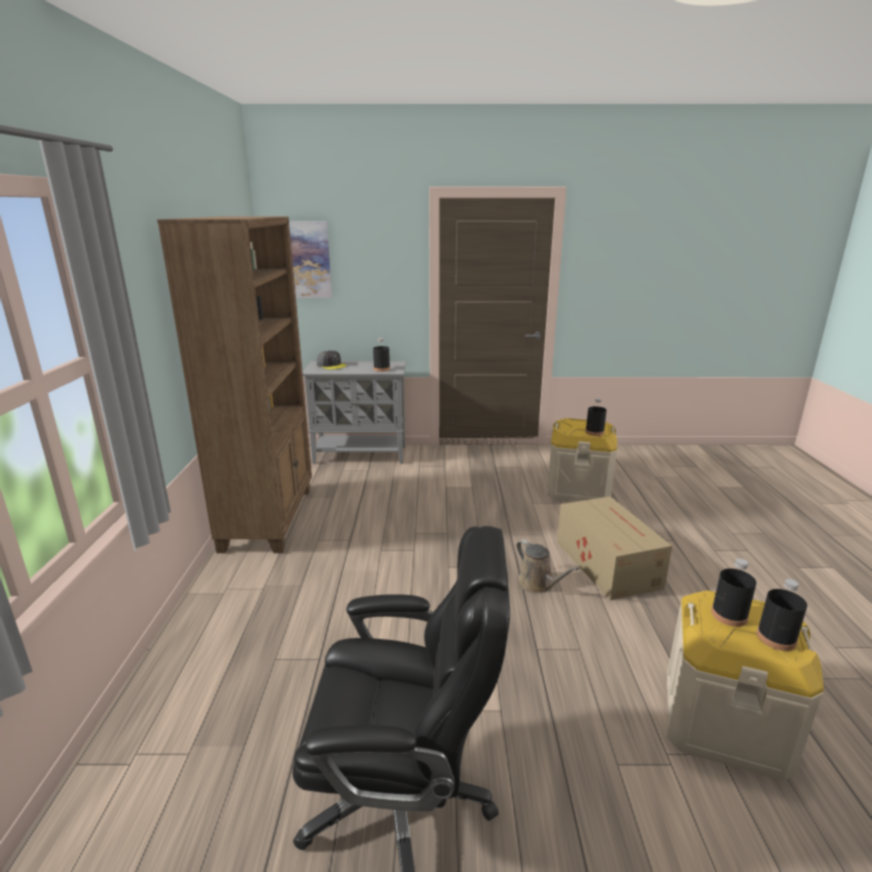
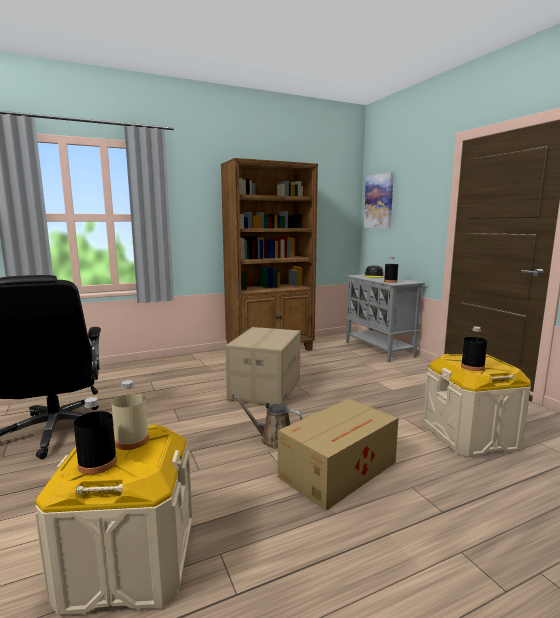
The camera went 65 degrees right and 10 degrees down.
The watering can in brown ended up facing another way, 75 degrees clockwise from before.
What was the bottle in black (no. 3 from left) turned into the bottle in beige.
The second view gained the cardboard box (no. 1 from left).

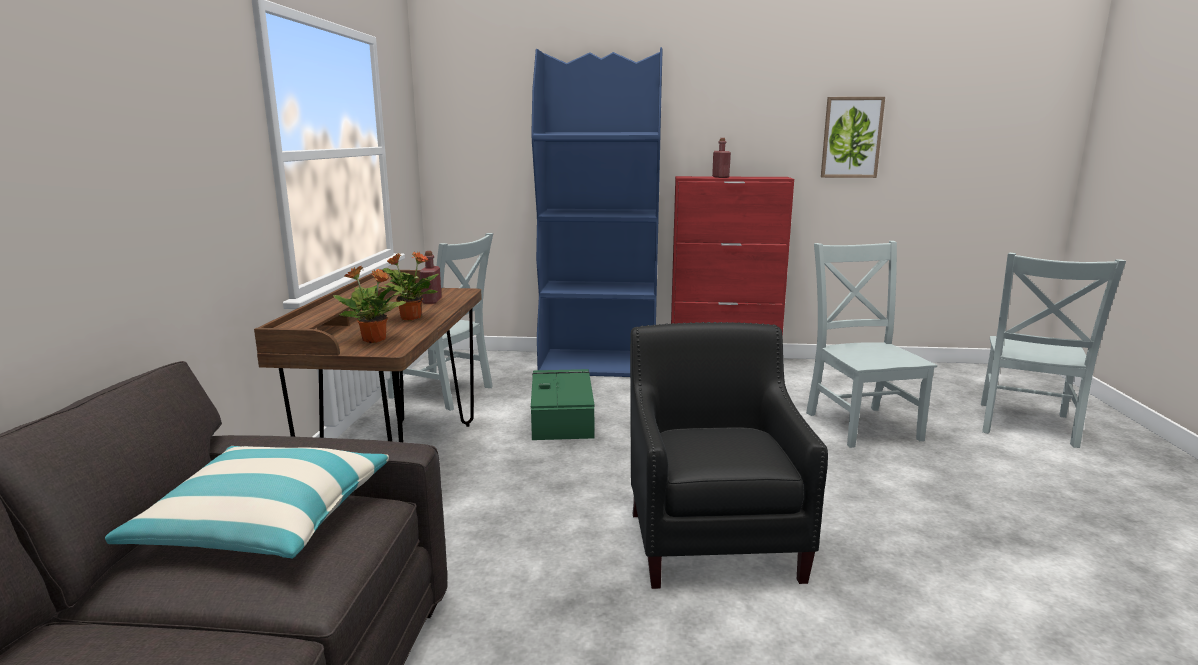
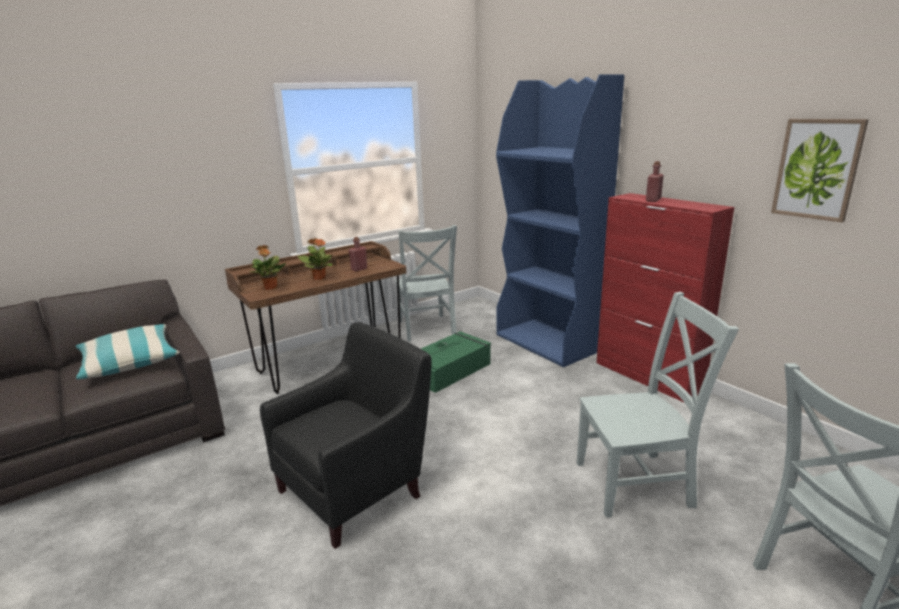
The camera went 50 degrees right and 5 degrees up.
The chair in grey (no. 2 from left) ended up facing another way, 45 degrees clockwise from before.

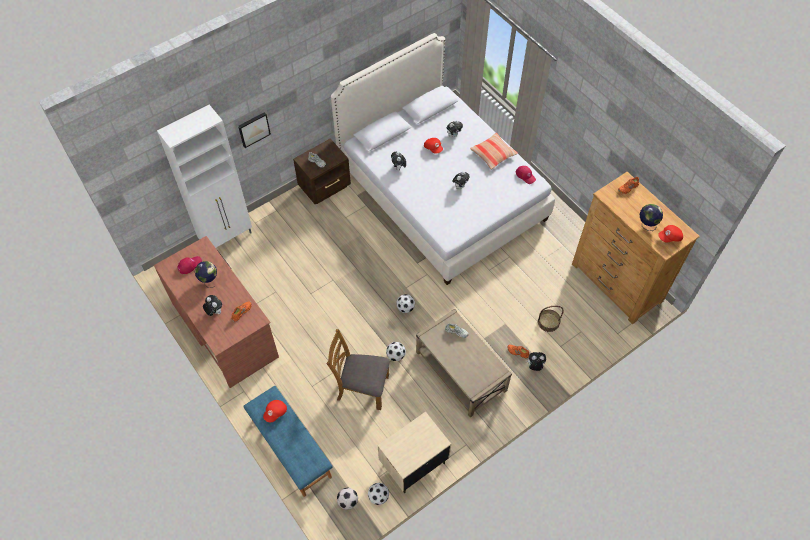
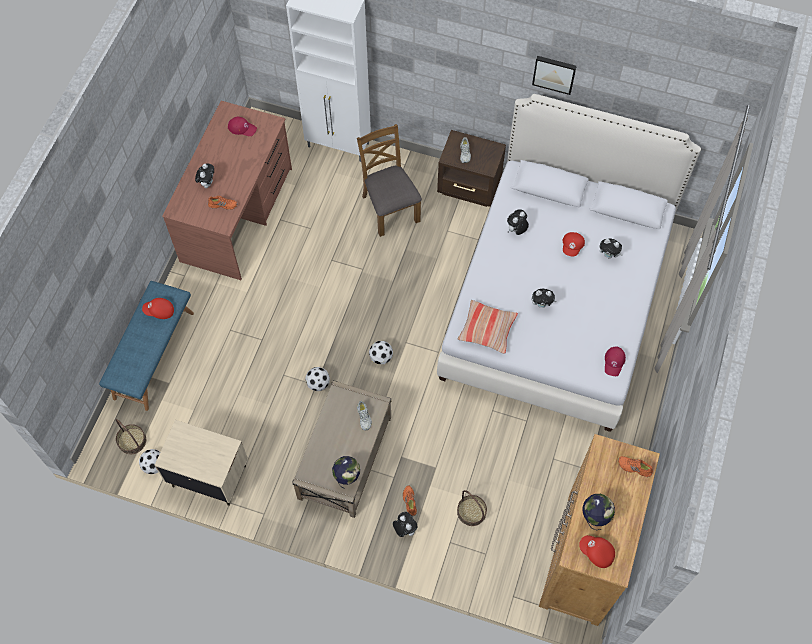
The camera went 55 degrees right and 5 degrees up.
The picture ended up elsewhere.
The pillow ended up elsewhere.
The globe (no. 1 from left) ended up elsewhere.
The chair in brown ended up elsewhere.
Where the football (no. 1 from left) stood, the basket (no. 1 from left) came to stand.

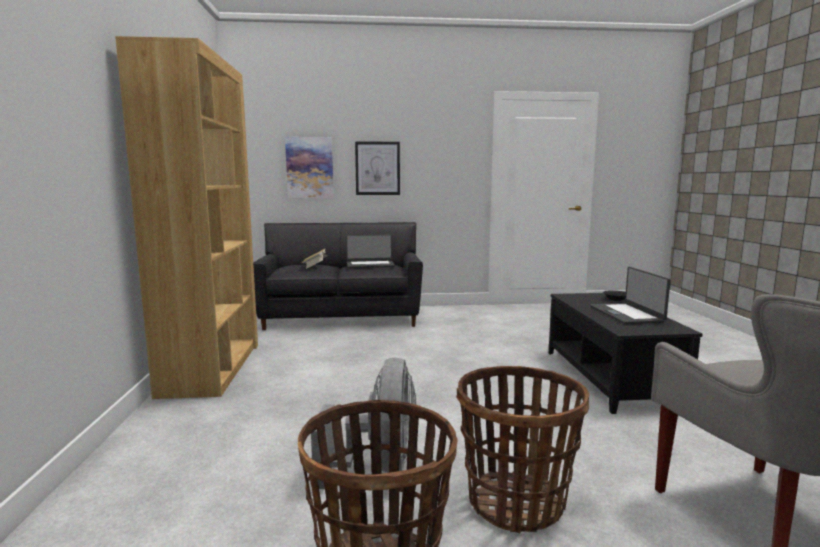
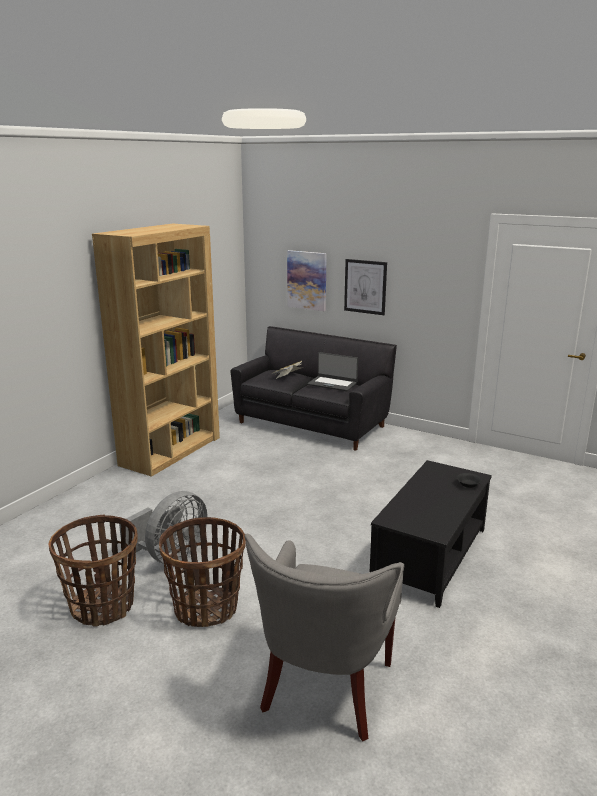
The camera went 35 degrees right and 10 degrees up.
The second view lost the laptop (no. 2 from left).

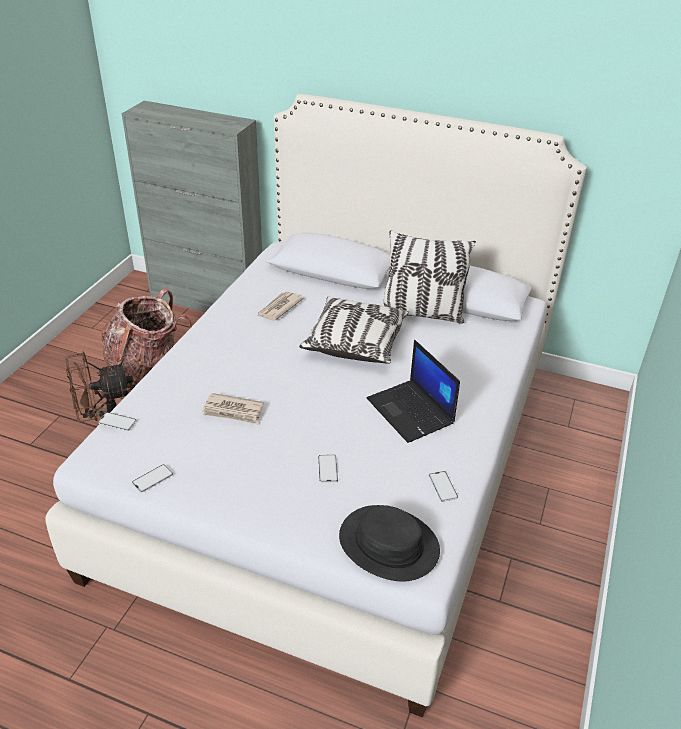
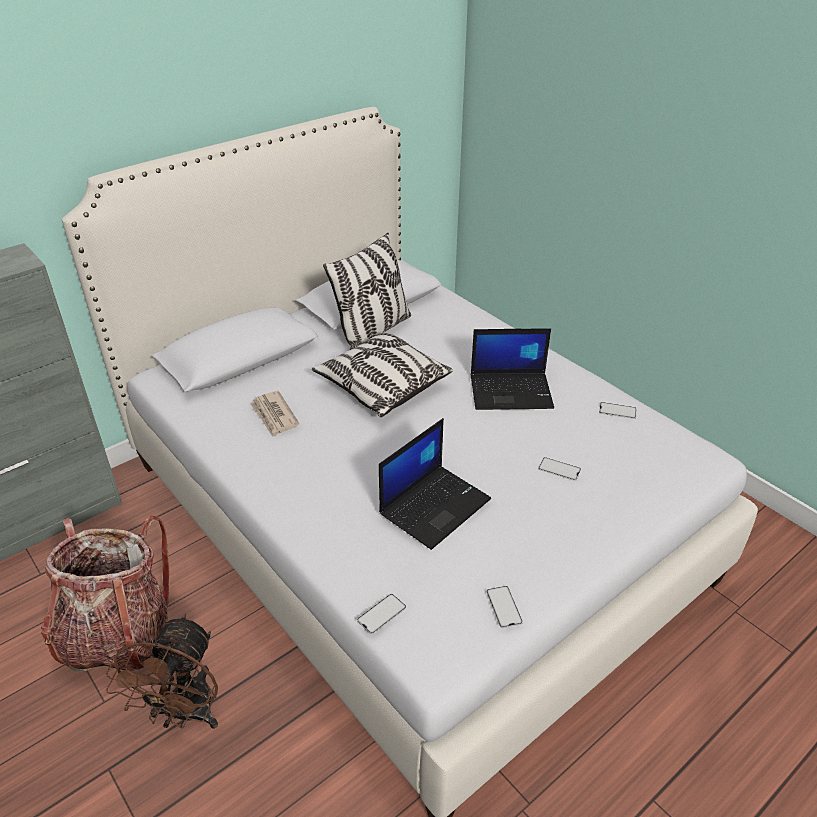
The camera went 60 degrees left and 0 degrees up.
Where the newspaper (no. 1 from left) stood, the laptop (no. 1 from left) came to stand.
The second view lost the hat in black.

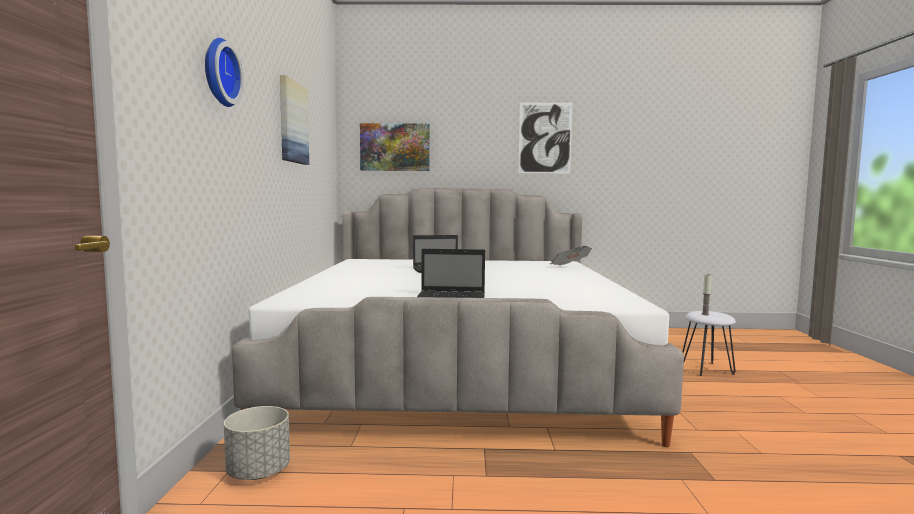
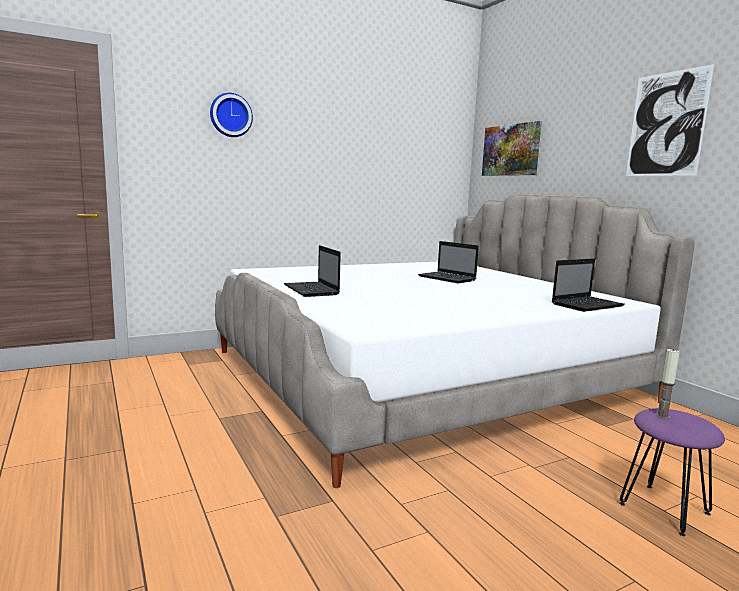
The camera went 60 degrees right and 5 degrees up.
The second view lost the picture (no. 1 from left).
Where the newspaper stood, the laptop (no. 3 from left) came to stand.
What was the stool in white turned into the stool in purple.
The second view lost the planter in grey.

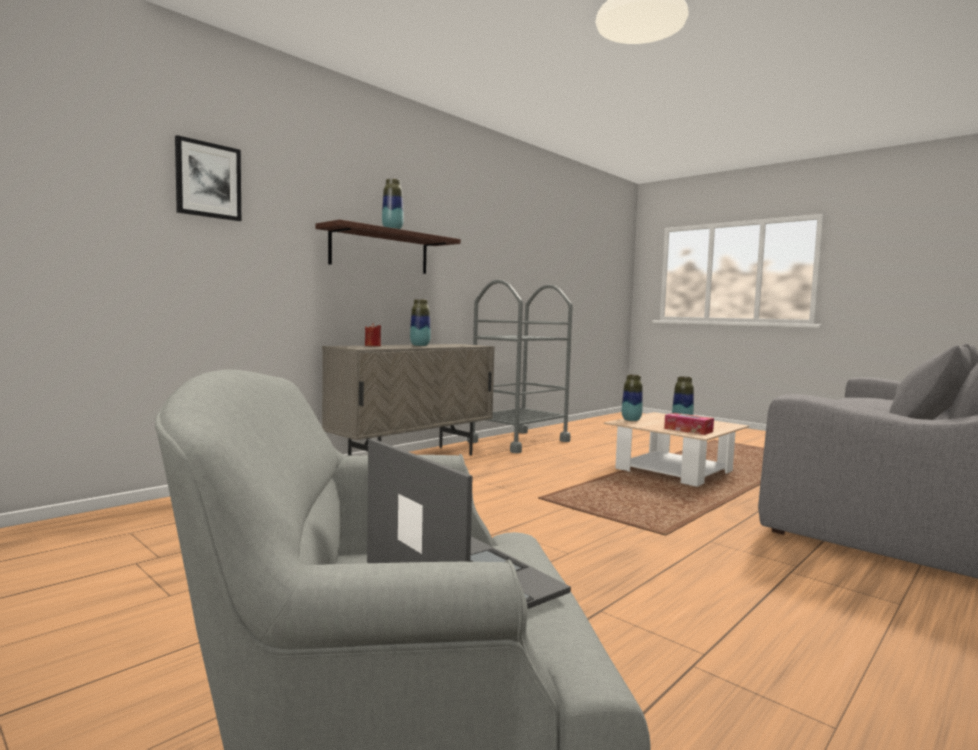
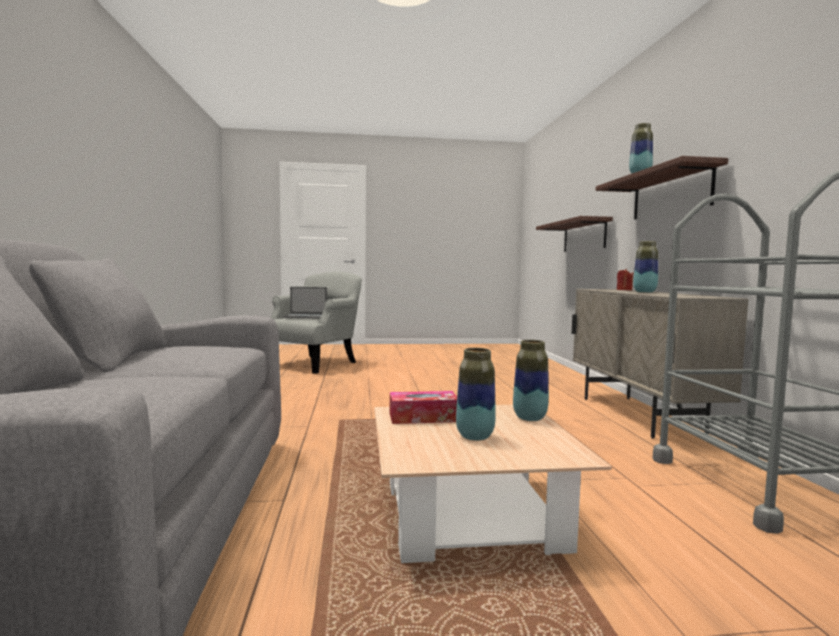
The camera went 130 degrees right and 0 degrees up.
The second view lost the picture.
The second view gained the shelf (no. 1 from left).

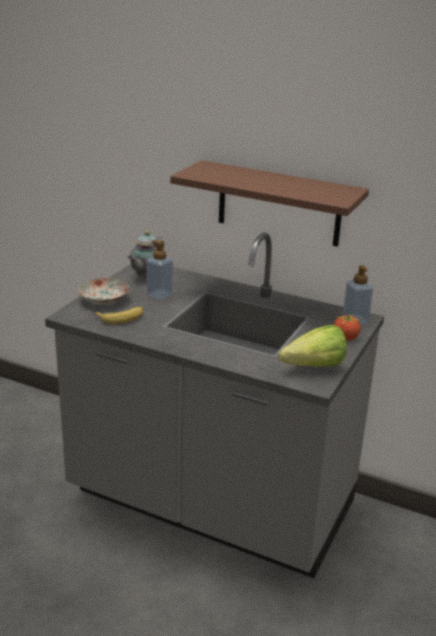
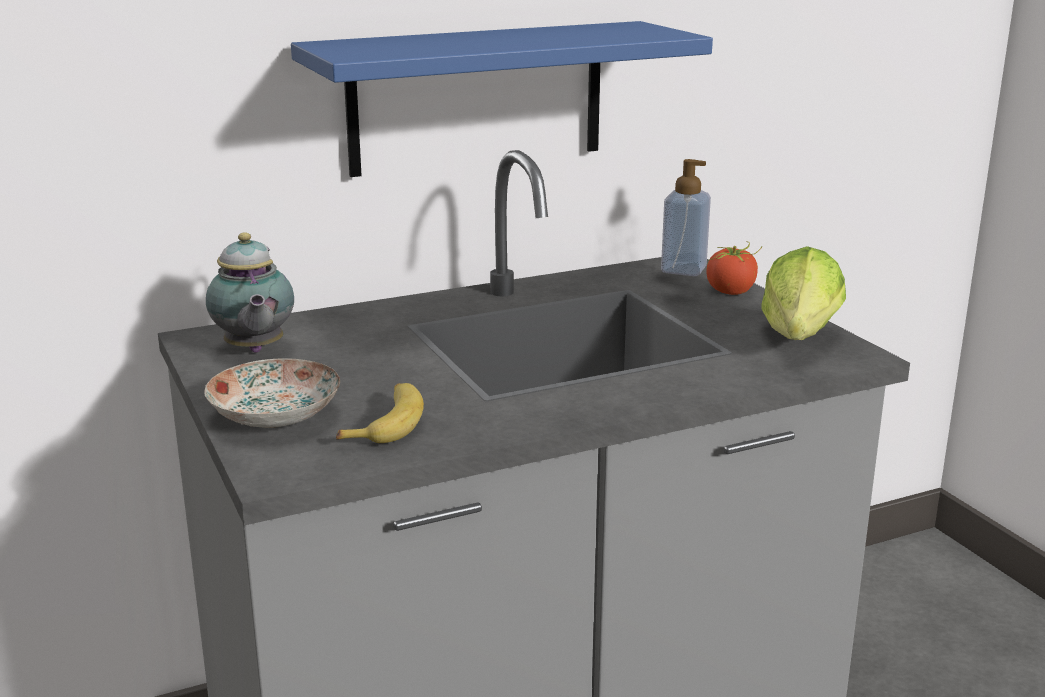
The camera went 50 degrees left and 5 degrees down.
What was the shelf in brown turned into the shelf in blue.
The second view lost the soap dispenser (no. 1 from left).

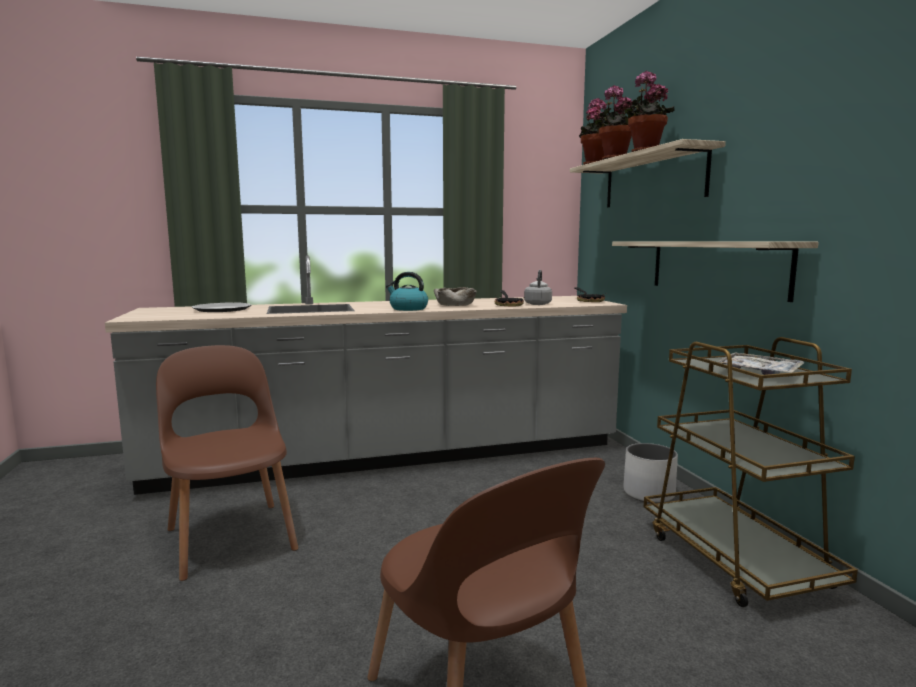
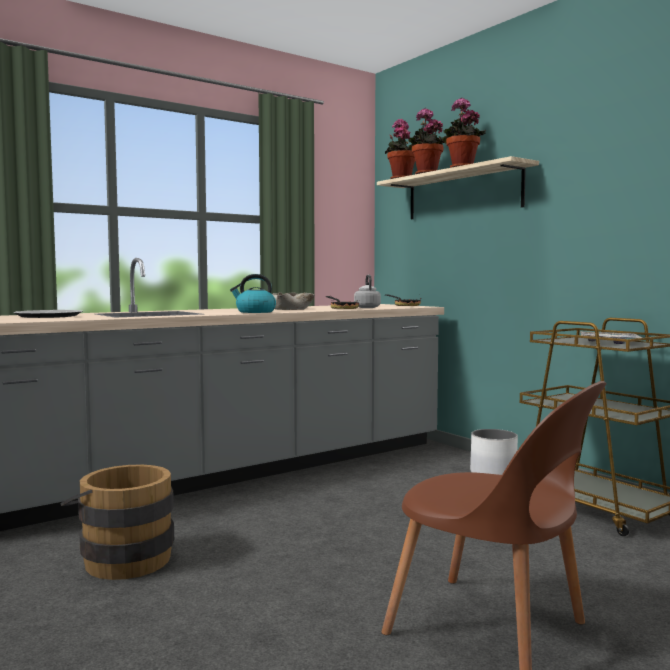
The camera went 20 degrees left and 5 degrees down.
The second view lost the shelf (no. 2 from left).
Where the chair in brown (no. 1 from left) stood, the bucket in brown came to stand.

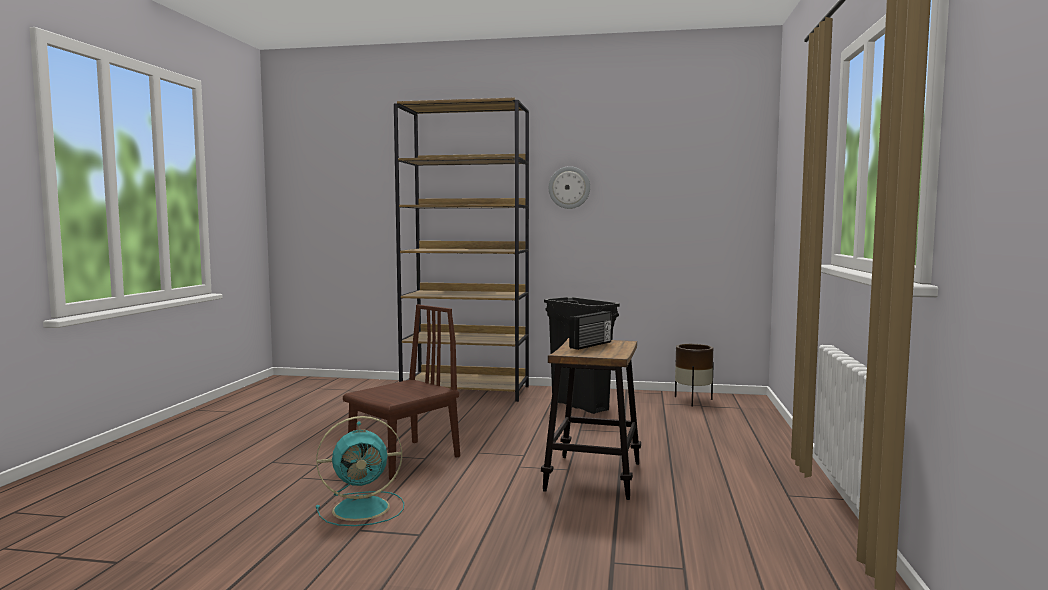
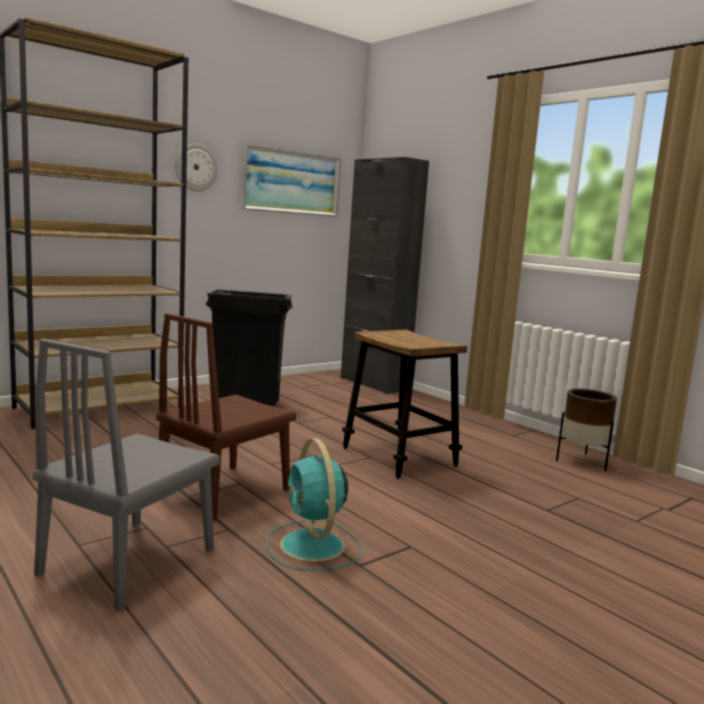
The camera went 50 degrees left and 5 degrees up.
The chair in brown ended up facing another way, 135 degrees counterclockwise from before.
The second view lost the radio.
The planter in brown ended up elsewhere.
The fan in turquoise ended up facing another way, 135 degrees clockwise from before.
The second view gained the picture.
The second view gained the cabinet in black.
The second view gained the chair in grey.

